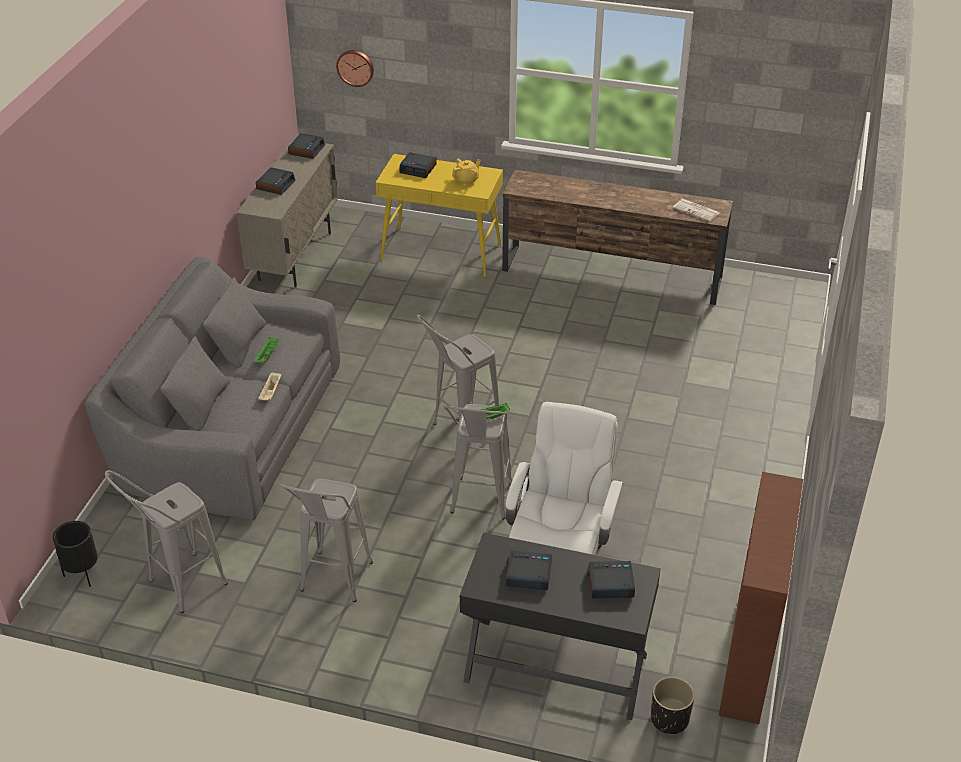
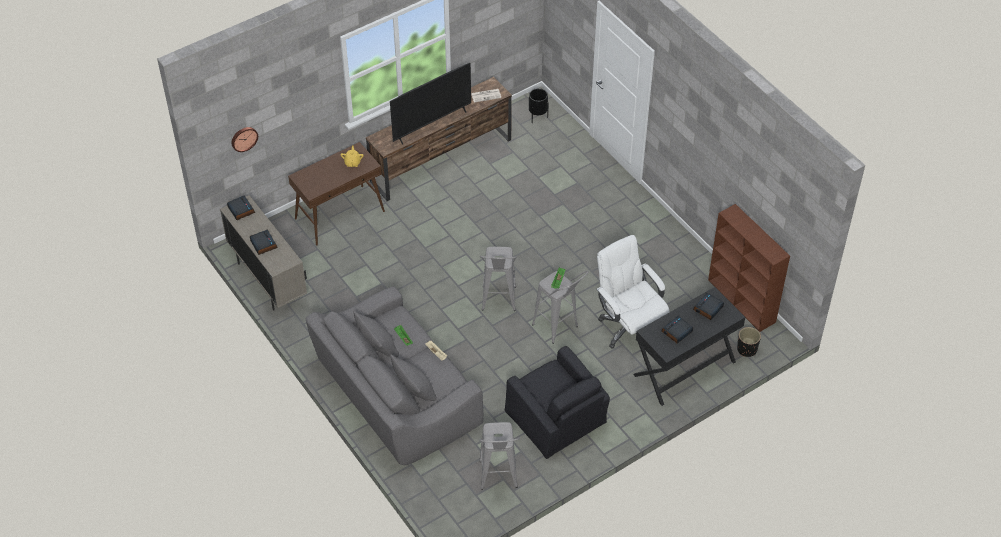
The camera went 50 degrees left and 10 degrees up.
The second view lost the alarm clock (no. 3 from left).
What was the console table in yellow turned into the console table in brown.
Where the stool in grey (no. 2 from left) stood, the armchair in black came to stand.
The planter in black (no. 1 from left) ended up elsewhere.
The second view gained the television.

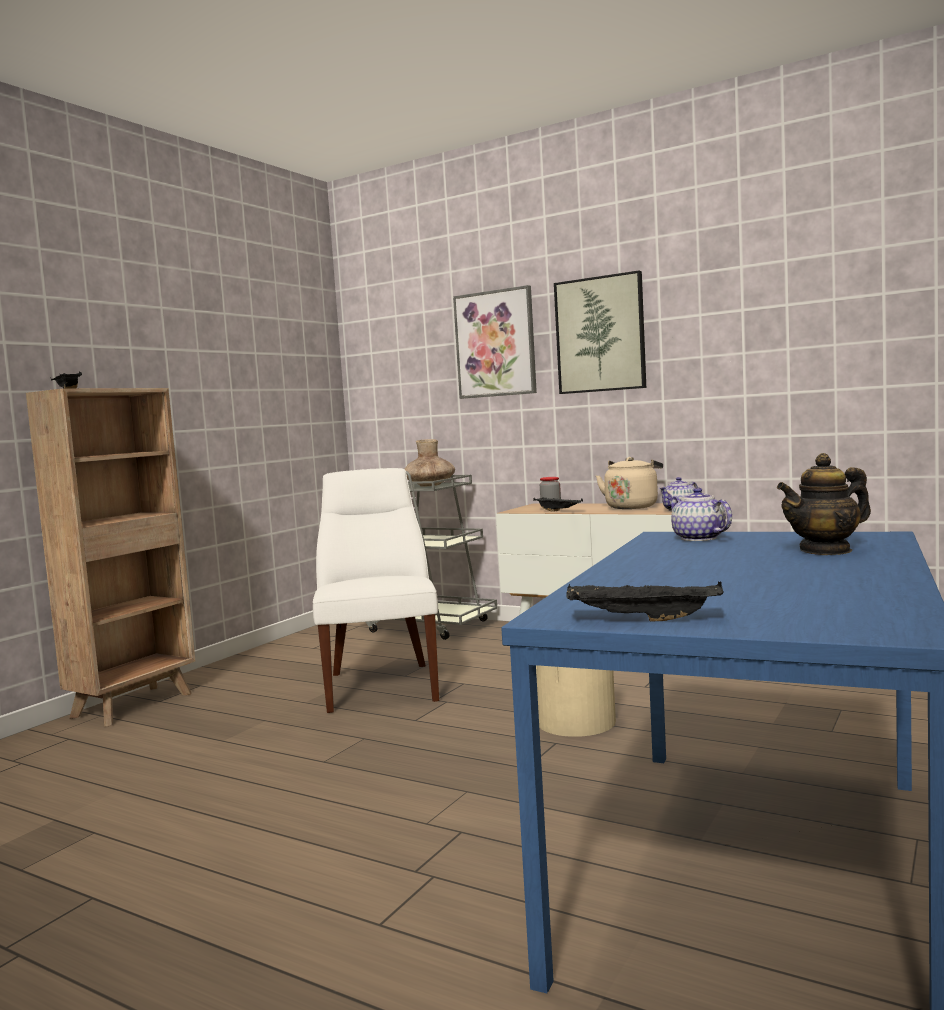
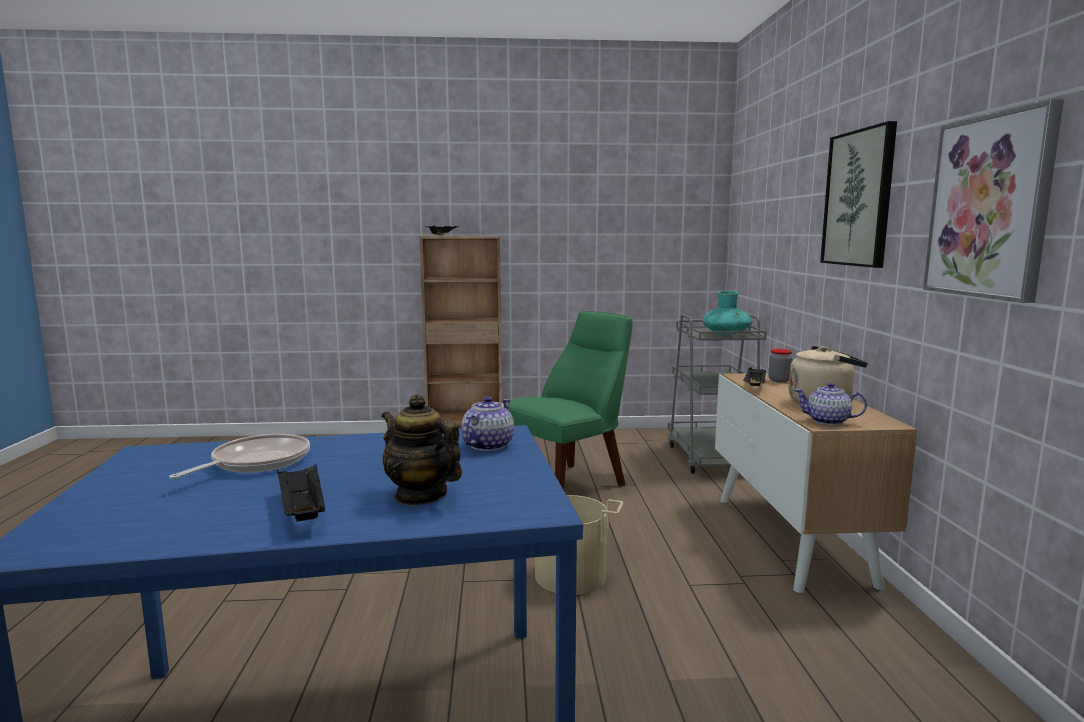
The camera went 55 degrees right and 5 degrees up.
The picture (no. 1 from left in the first image) ended up elsewhere.
What was the vase in brown turned into the vase in turquoise.
What was the chair in white turned into the chair in green.
The tray in black (no. 3 from left in the first image) ended up elsewhere.
The second view gained the frying pan.

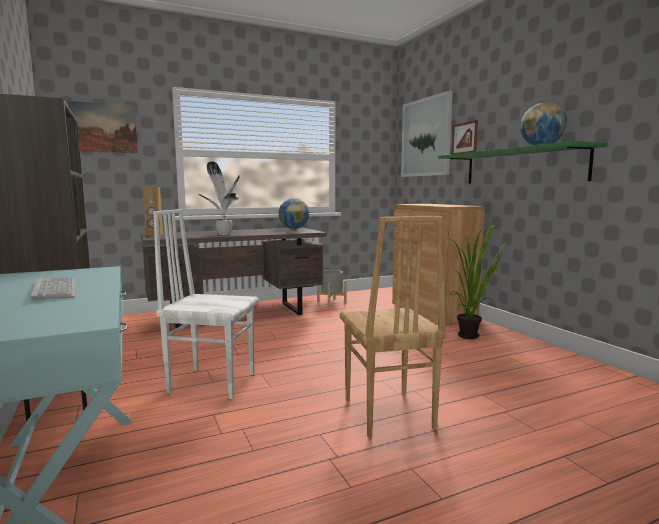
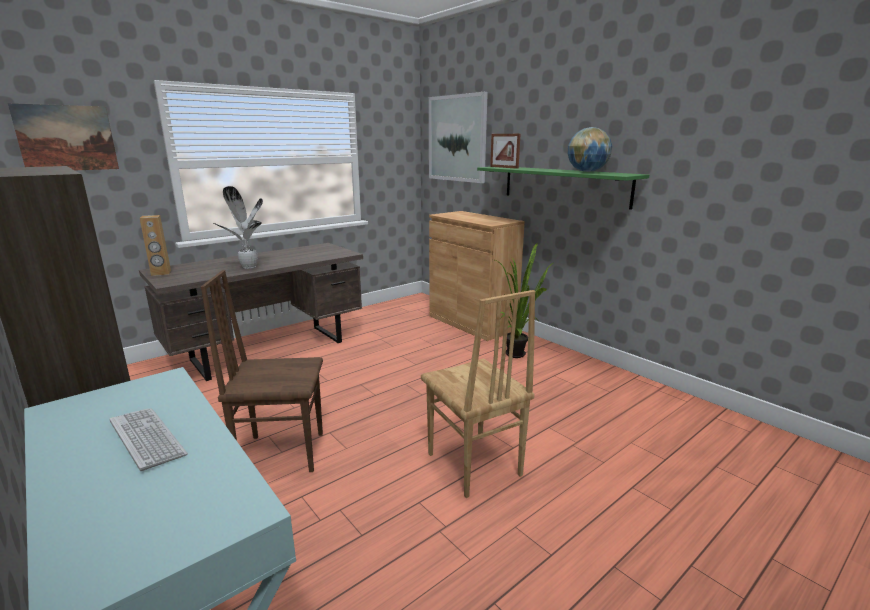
The camera went 15 degrees left and 10 degrees up.
The second view lost the globe (no. 1 from left).
What was the chair in white turned into the chair in brown (no. 1 from left).
The second view lost the planter in grey.

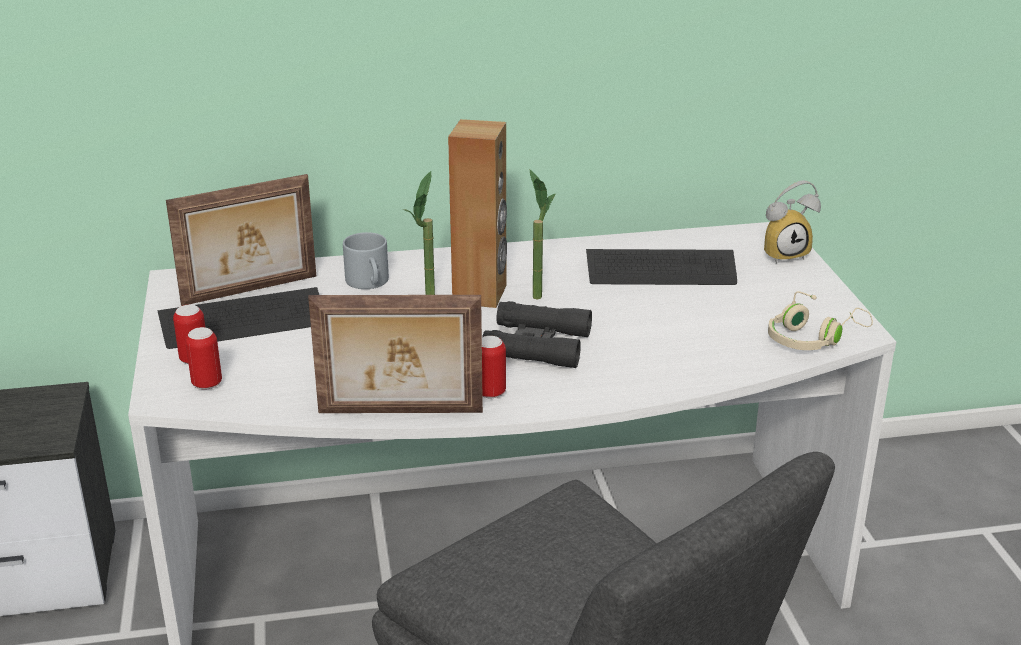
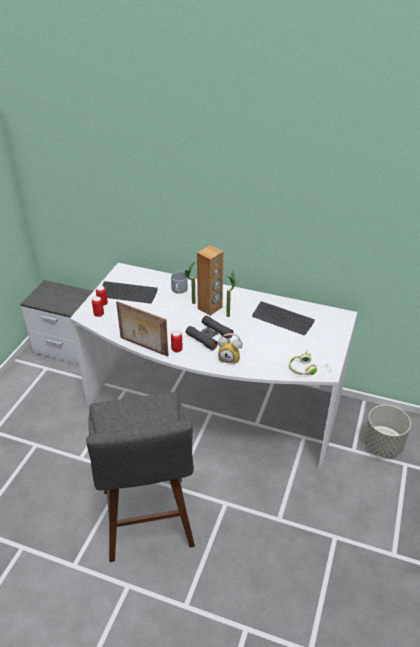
The camera went 30 degrees right and 10 degrees up.
The second view lost the picture frame (no. 1 from left).
The alarm clock ended up elsewhere.
The second view gained the planter in grey.

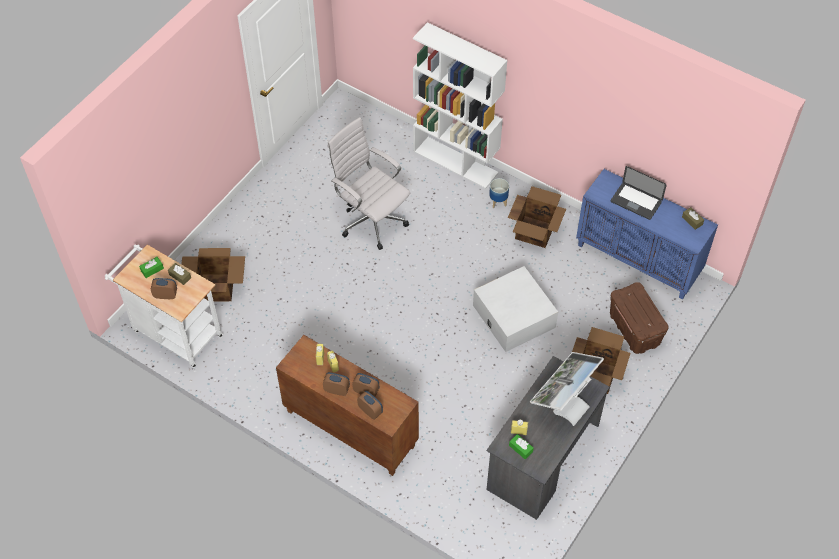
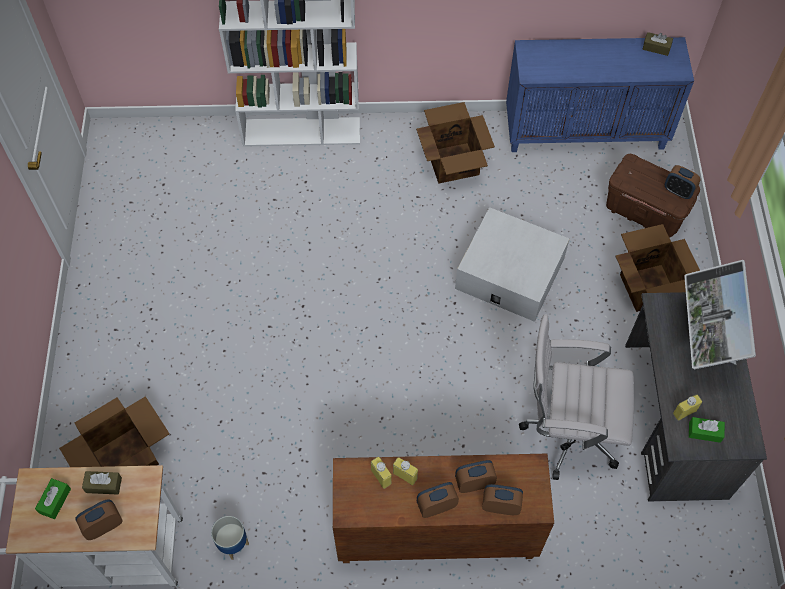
The camera went 35 degrees left and 5 degrees up.
The office chair in white ended up elsewhere.
The second view lost the laptop.
The planter ended up elsewhere.
The second view gained the alarm clock (no. 5 from left).

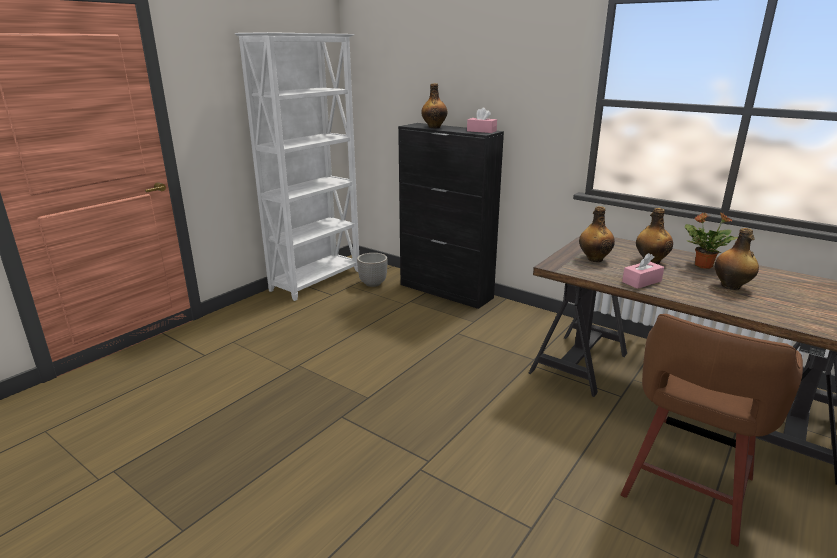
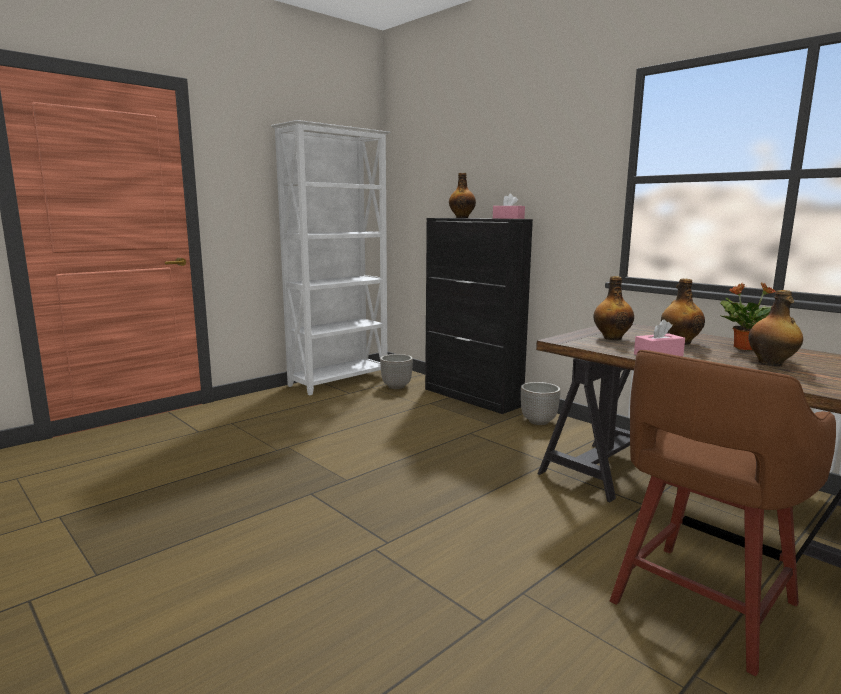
The camera went 10 degrees right and 10 degrees down.
The second view gained the planter (no. 2 from left).

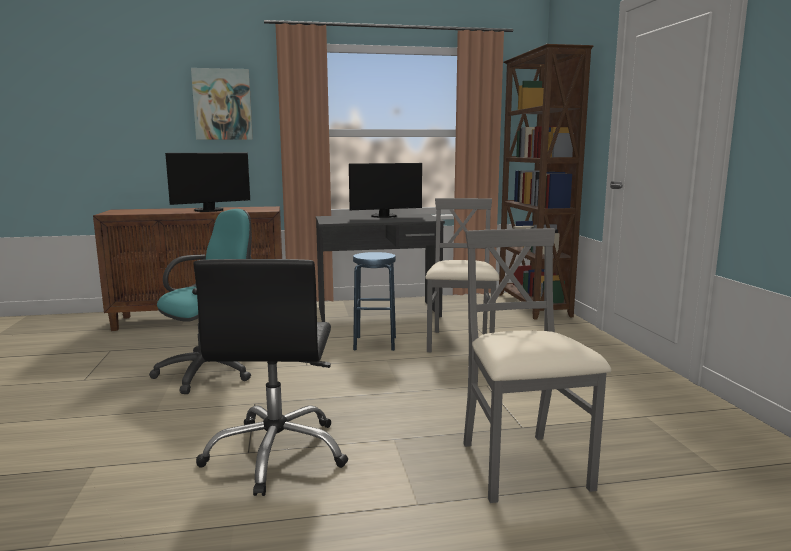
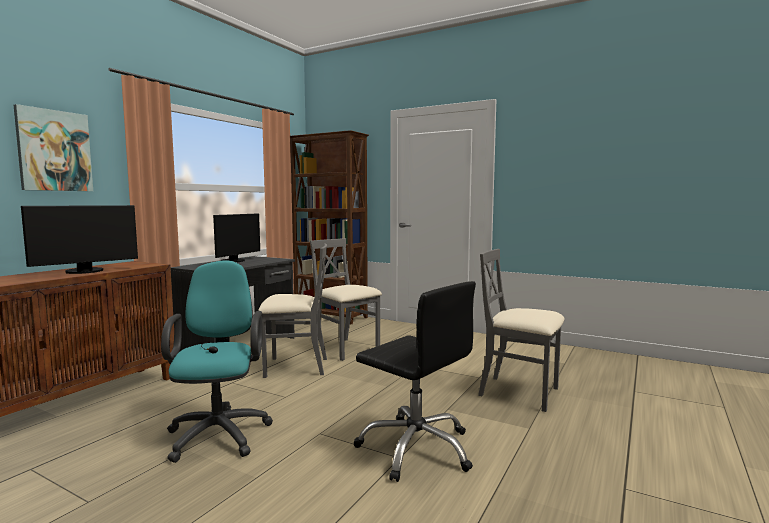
The camera went 50 degrees left and 5 degrees down.
The monitor (no. 1 from left) ended up facing another way, 45 degrees clockwise from before.
Where the stool in blue stood, the chair in grey (no. 1 from left) came to stand.

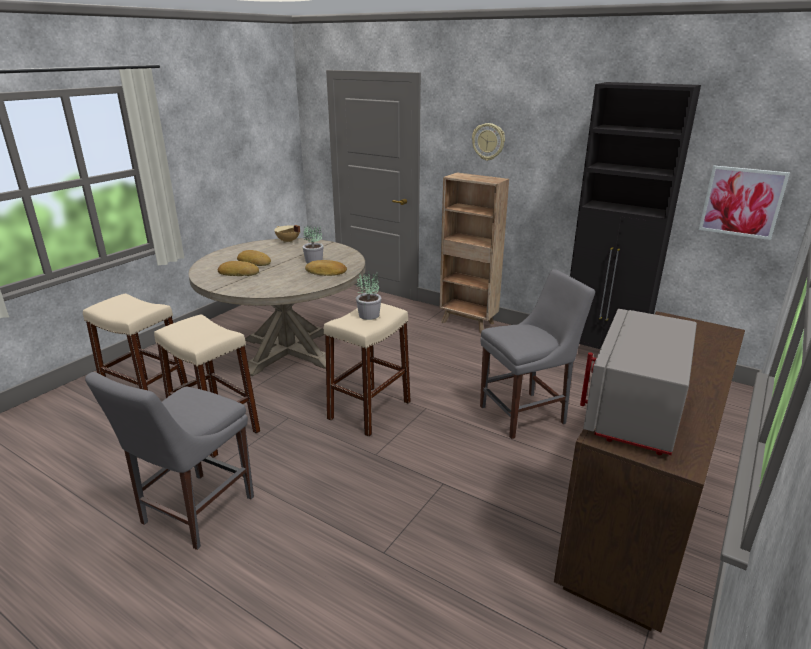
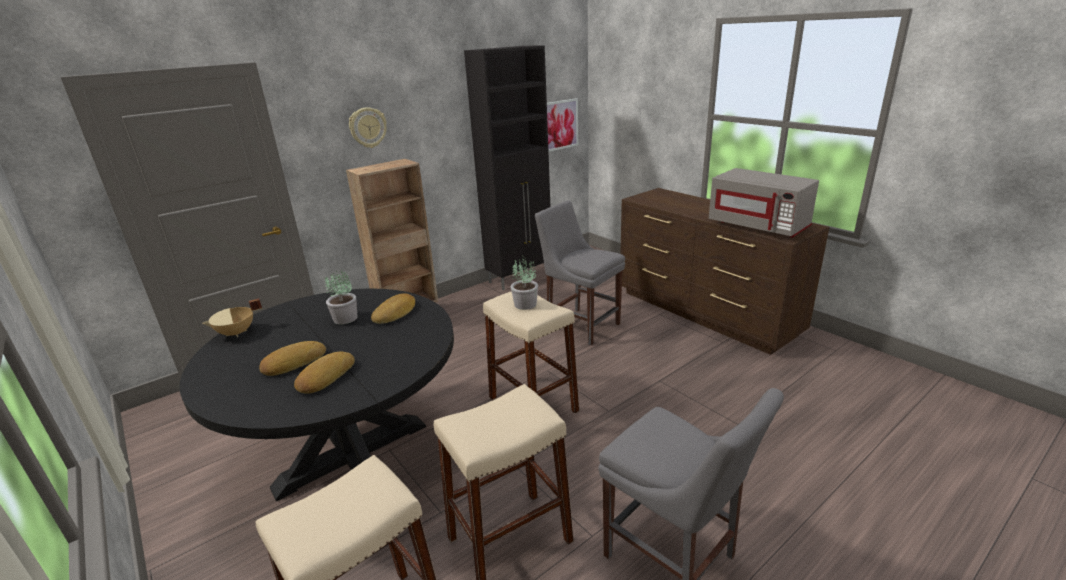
The camera went 70 degrees left and 0 degrees up.
What was the dining table in beige turned into the dining table in black.
The chair in grey (no. 2 from left in the first image) ended up facing another way, 45 degrees counterclockwise from before.

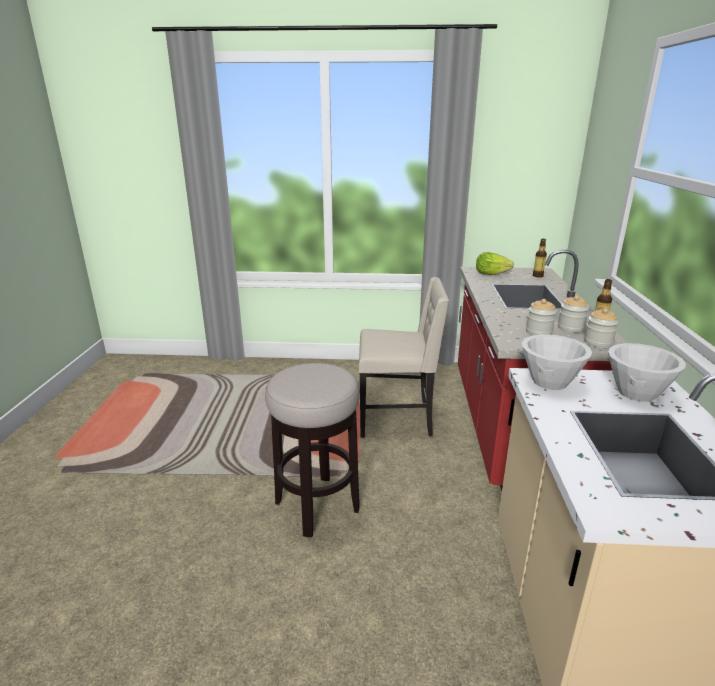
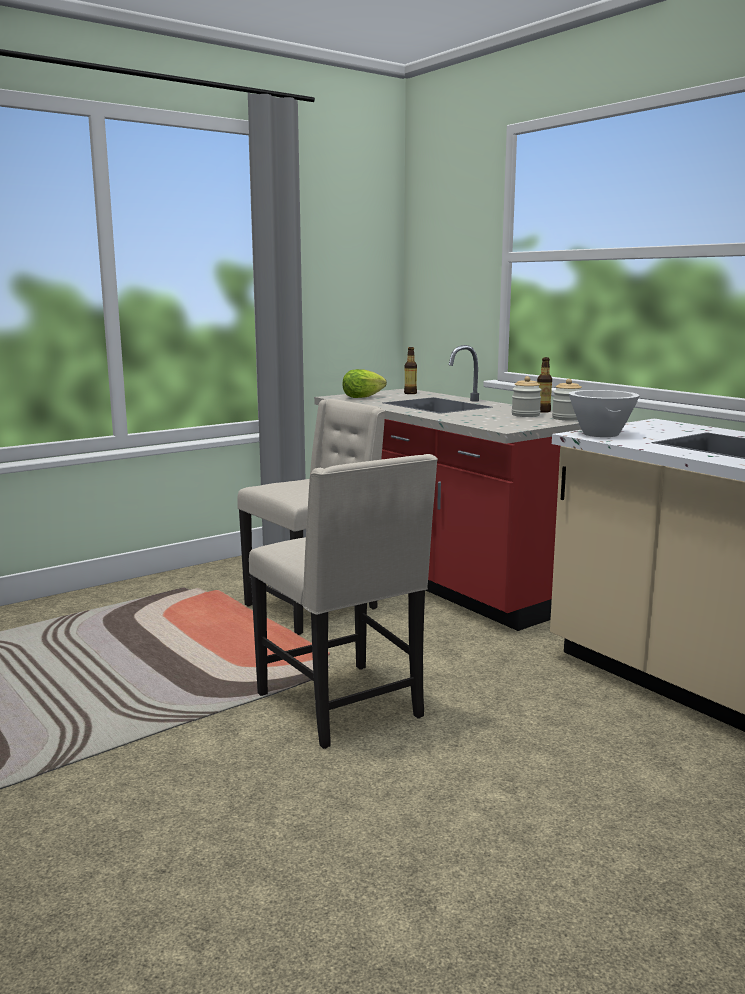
The camera went 40 degrees left and 10 degrees down.
The second view lost the jar (no. 1 from left).
The second view lost the bowl in white (no. 2 from left).
Where the stool stood, the chair in beige (no. 2 from left) came to stand.

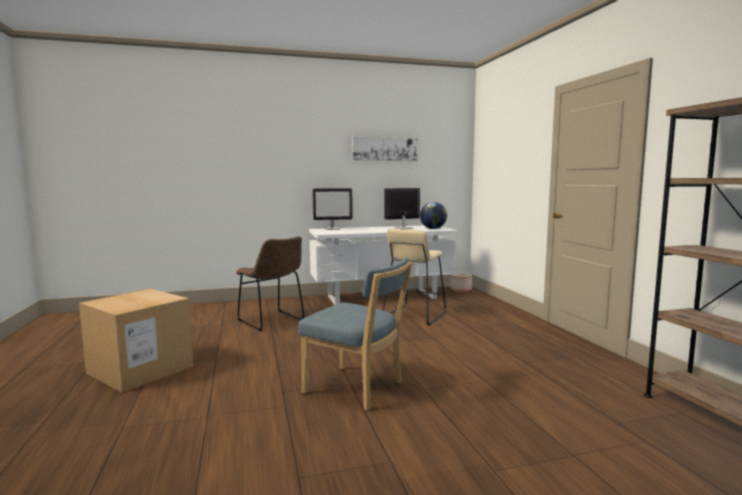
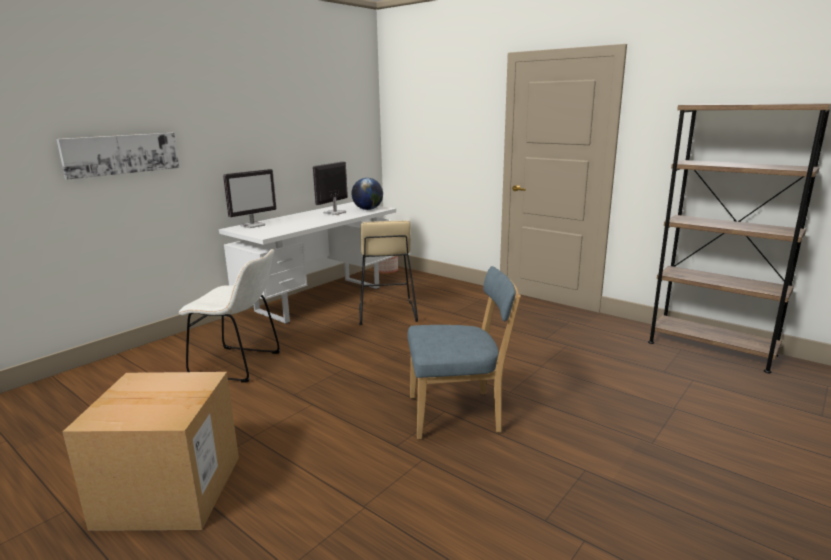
The camera went 35 degrees left and 10 degrees up.
The picture ended up elsewhere.
What was the chair in brown turned into the chair in white.

